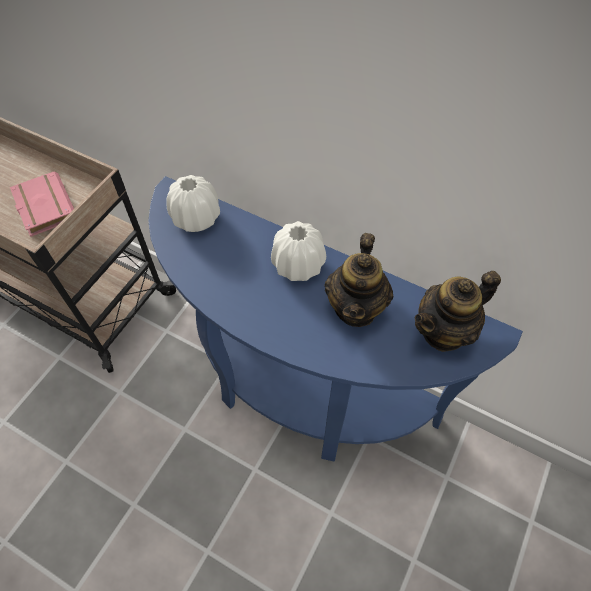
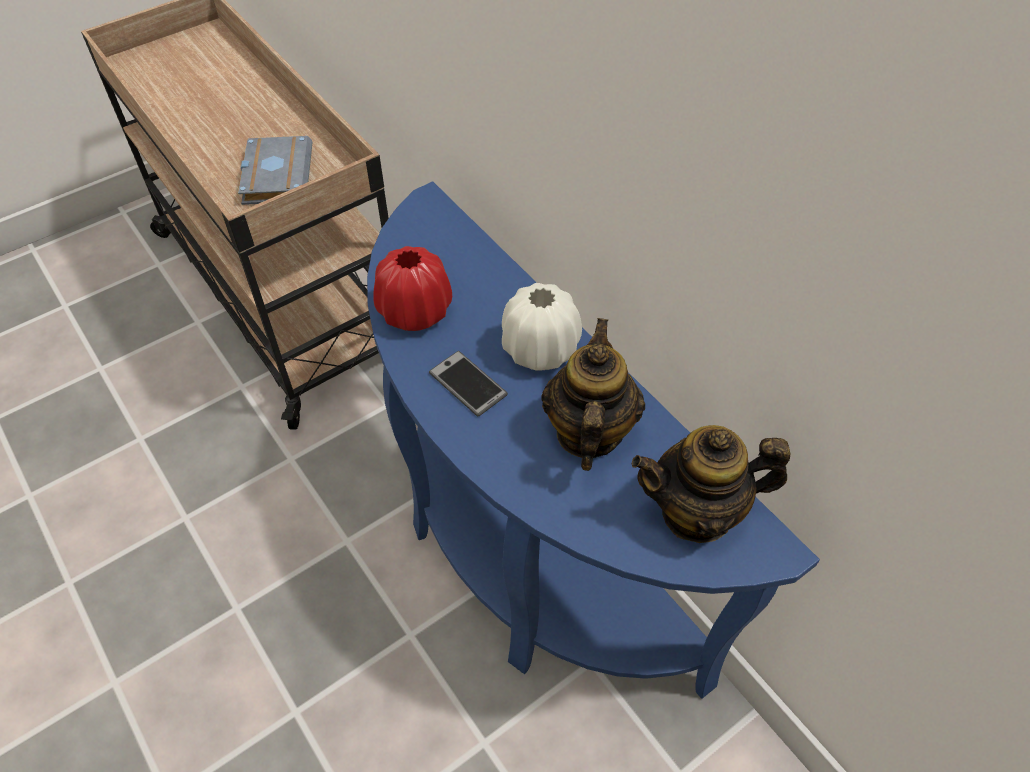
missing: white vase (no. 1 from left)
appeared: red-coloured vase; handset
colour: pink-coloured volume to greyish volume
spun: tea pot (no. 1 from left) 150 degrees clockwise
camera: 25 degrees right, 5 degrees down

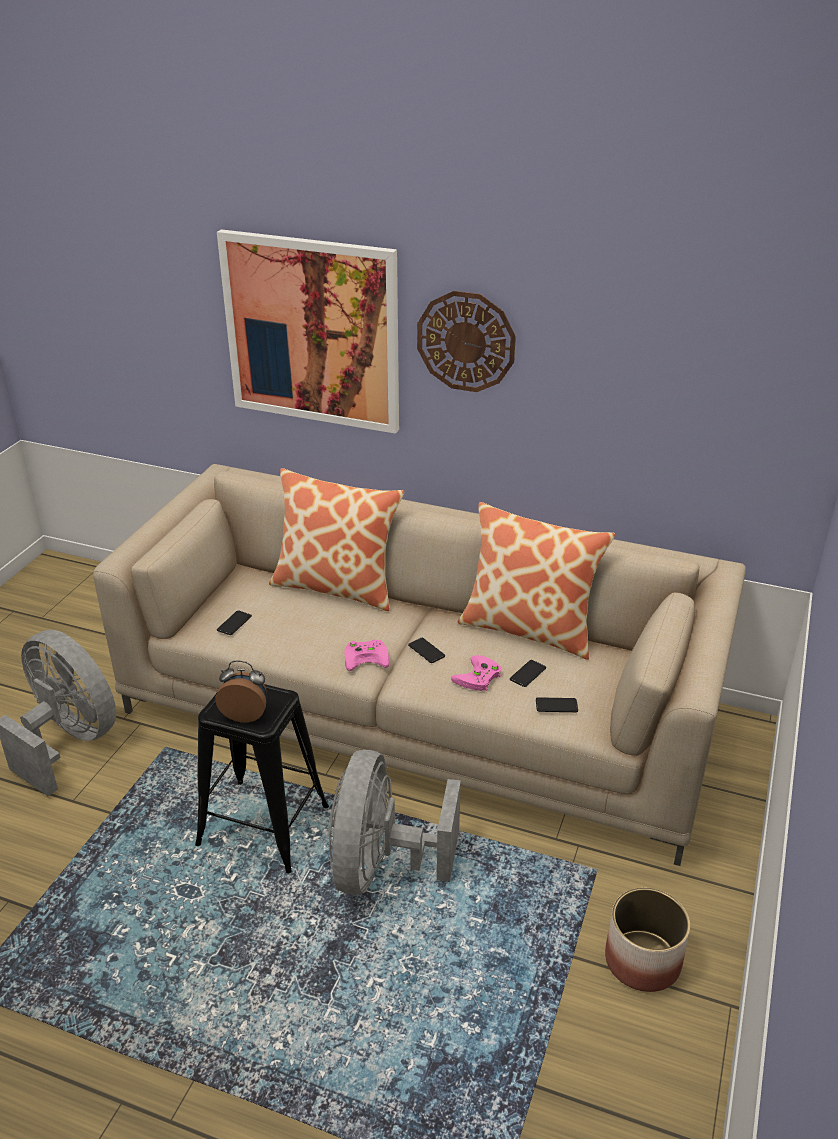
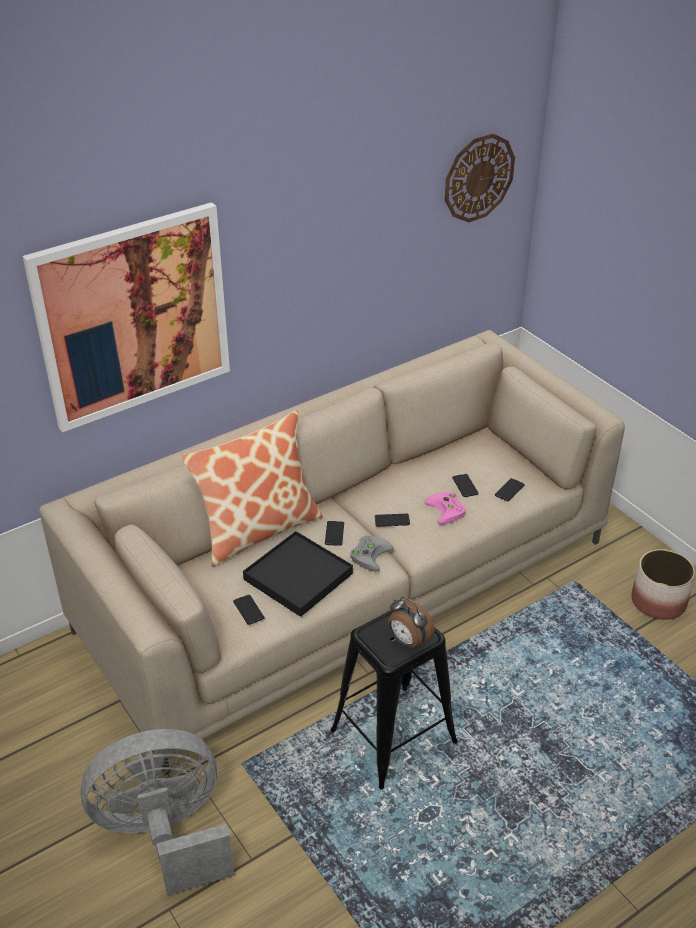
missing: throw pillow (no. 2 from left); greyish electric fan (no. 2 from left)
appeared: handset (no. 2 from left); black carrying tray
relocated: wall clock
colour: pink-coloured joypad (no. 1 from left) to greyish joypad
spun: table clock 90 degrees counterclockwise
camera: 55 degrees left, 5 degrees up

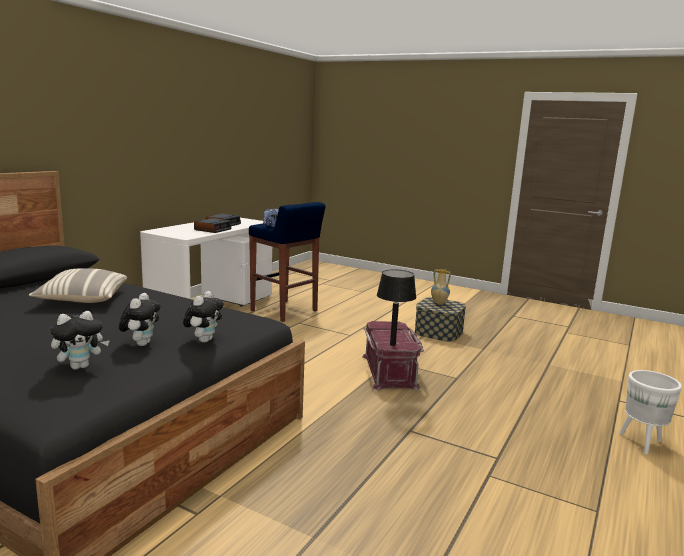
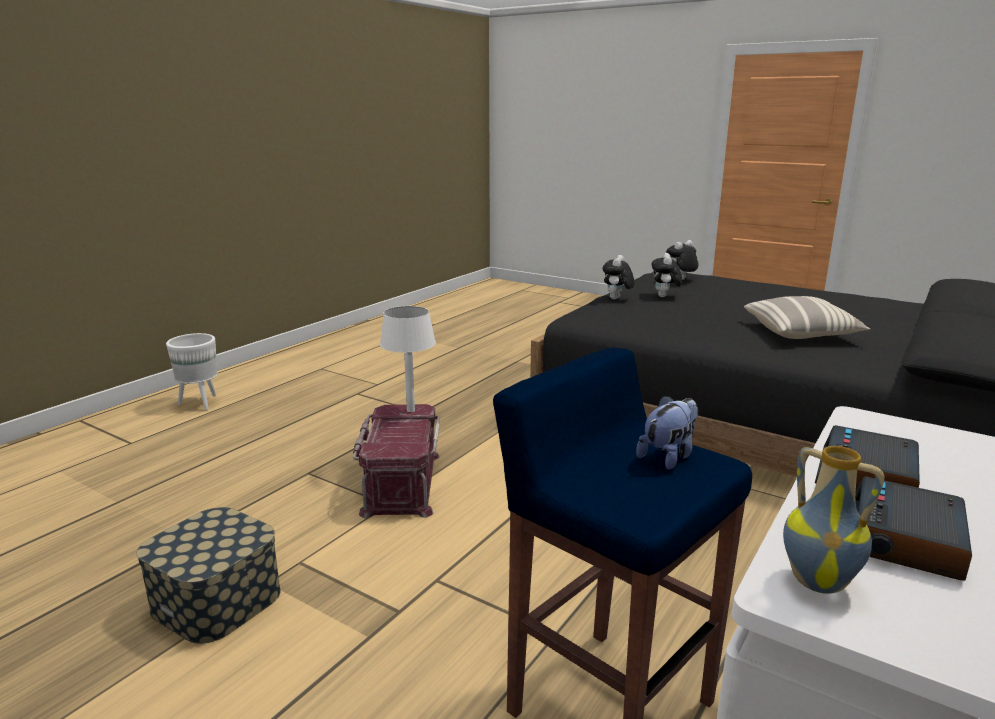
relocated: vase
colour: black tabletop lamp to white tabletop lamp
camera: 175 degrees left, 5 degrees up

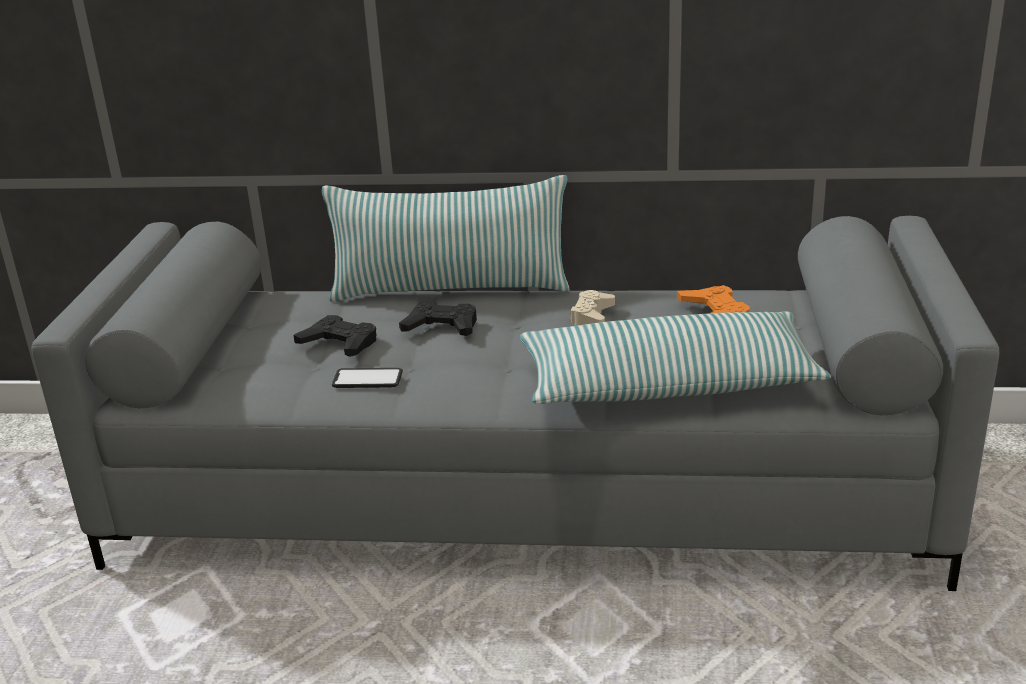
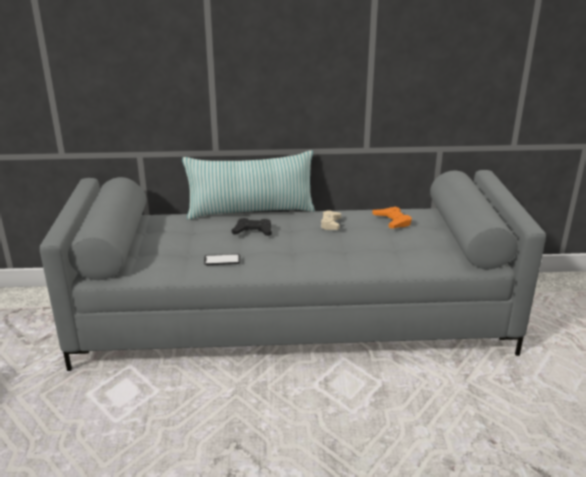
missing: throw pillow (no. 2 from left); black joypad (no. 1 from left)
camera: 10 degrees left, 0 degrees up

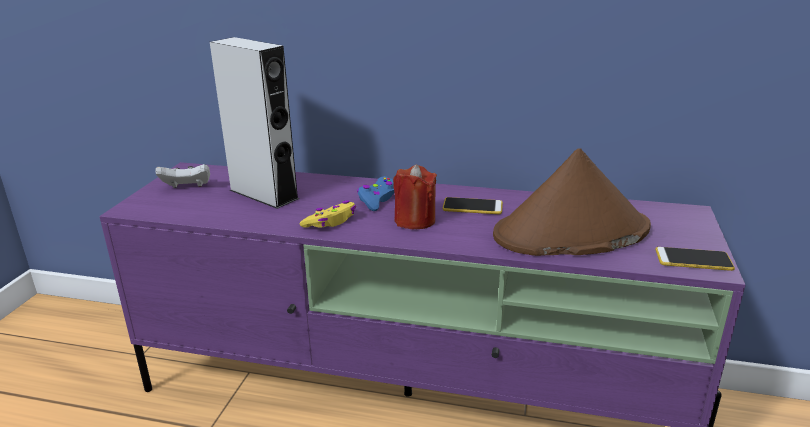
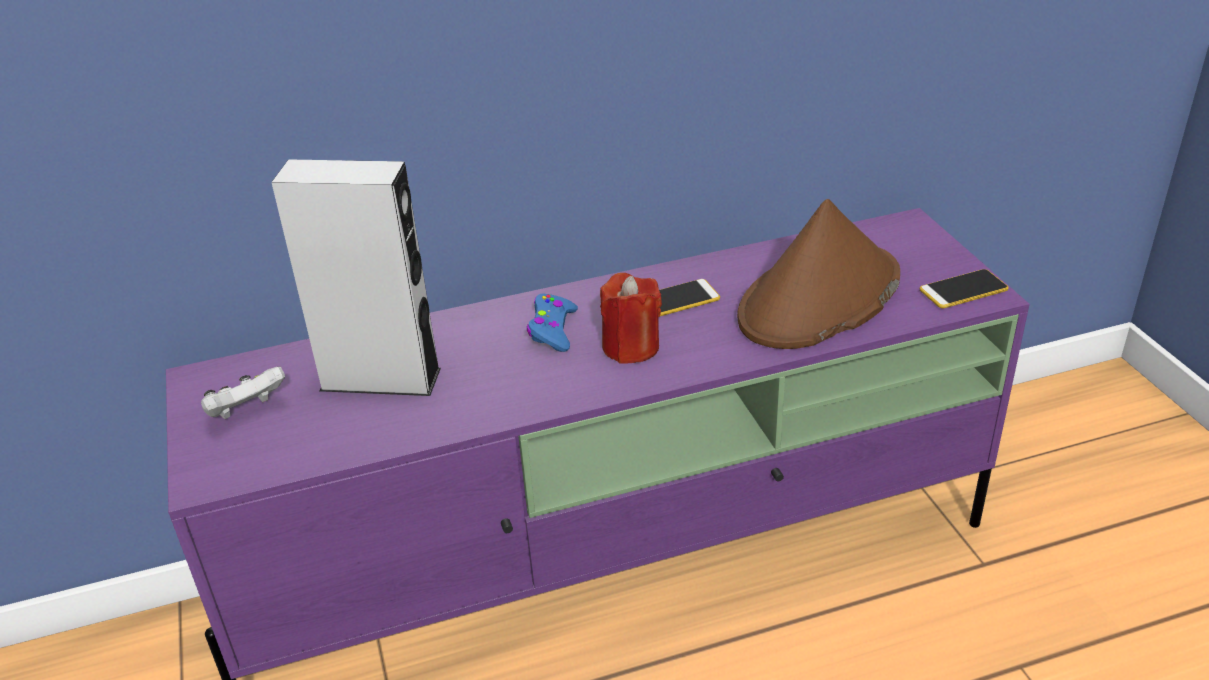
missing: yellowish joypad
camera: 30 degrees left, 10 degrees up

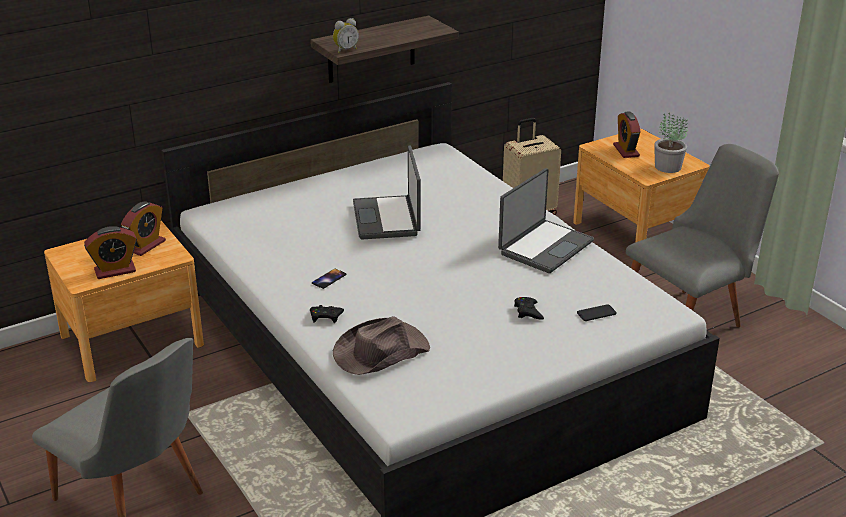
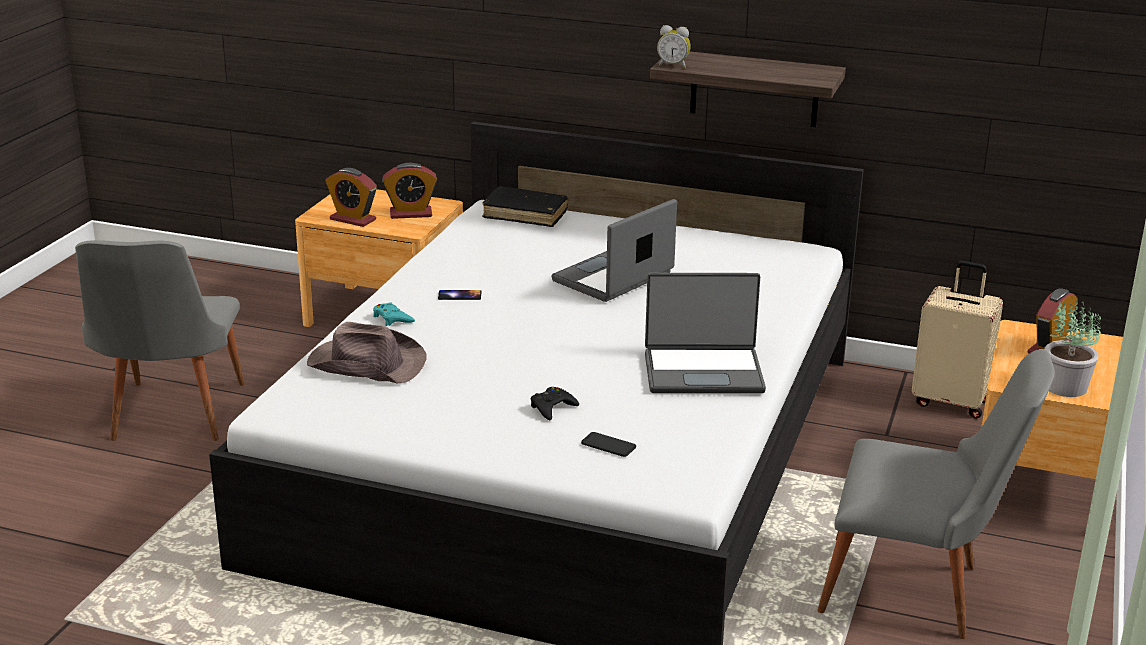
appeared: black volume
colour: black joypad (no. 1 from left) to turquoise joypad
camera: 50 degrees right, 5 degrees down

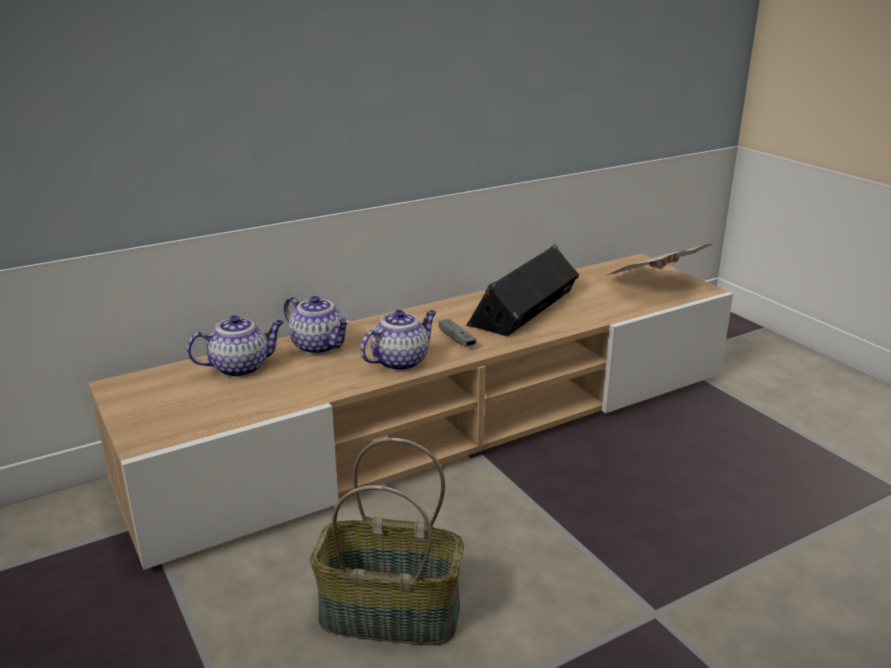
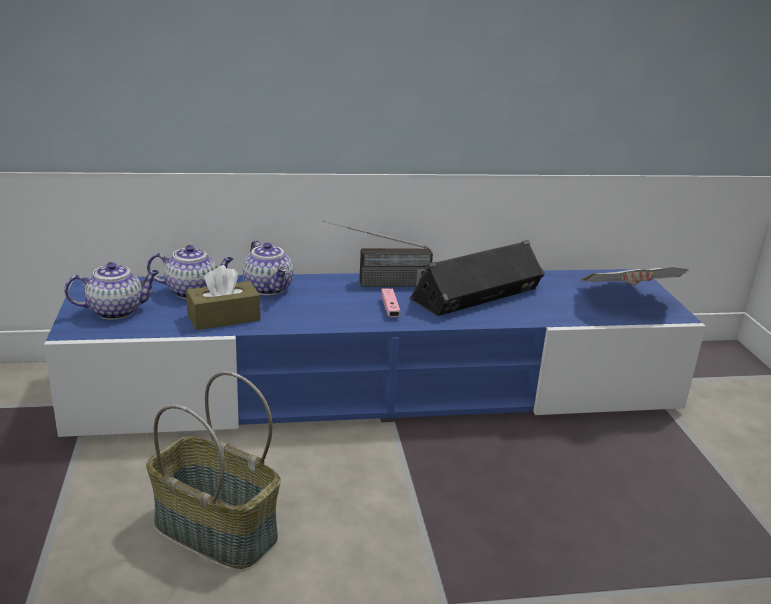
appeared: radio; brown-coloured box of tissues
relocated: tea pot (no. 3 from left in the first image) to tea pot (no. 1 from left)
colour: beige tv unit to blue tv unit; greyish joypad to pink-coloured joypad
camera: 20 degrees right, 0 degrees up

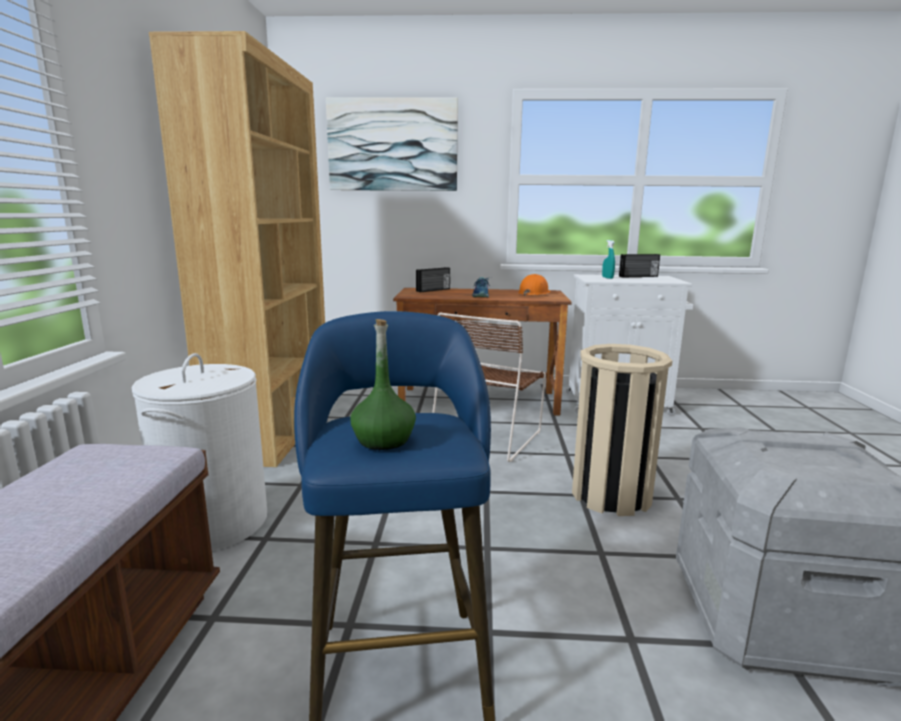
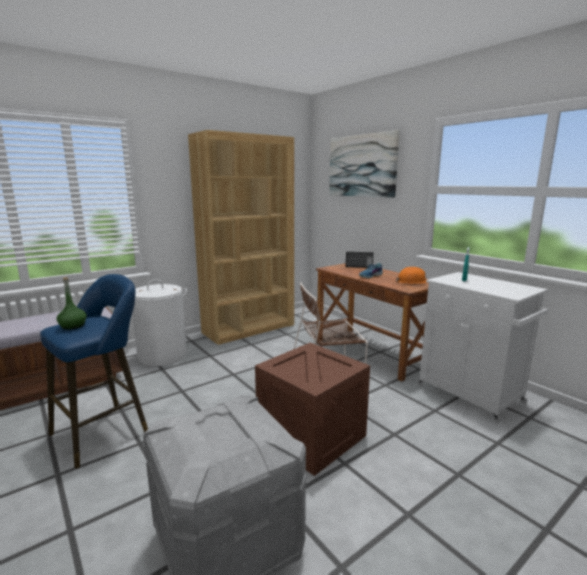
missing: radio (no. 2 from left)
exchanged: beige waste bin to packing crate
camera: 50 degrees right, 0 degrees up

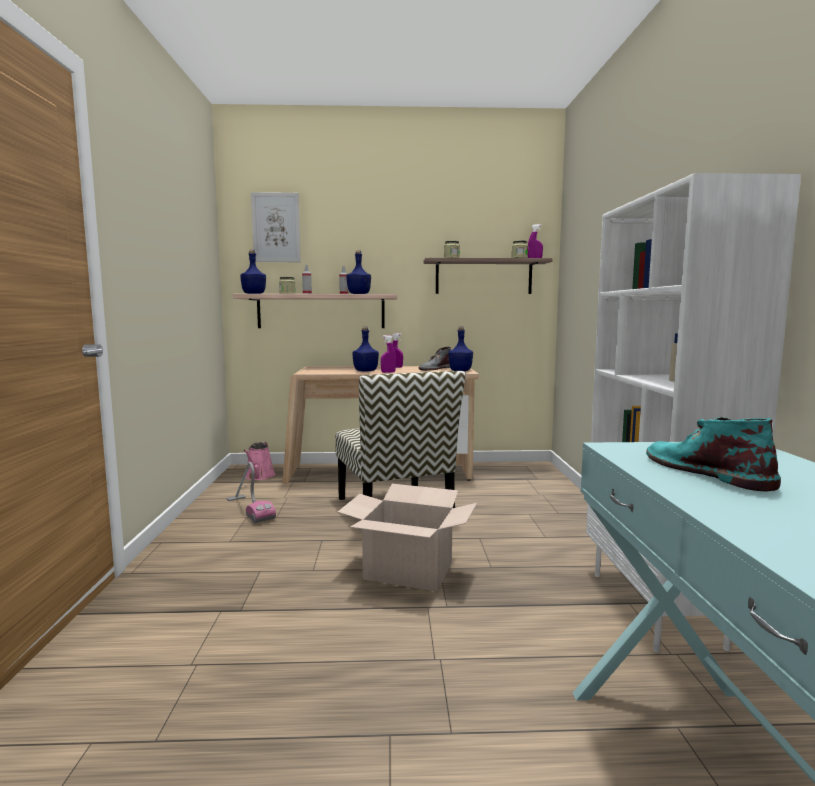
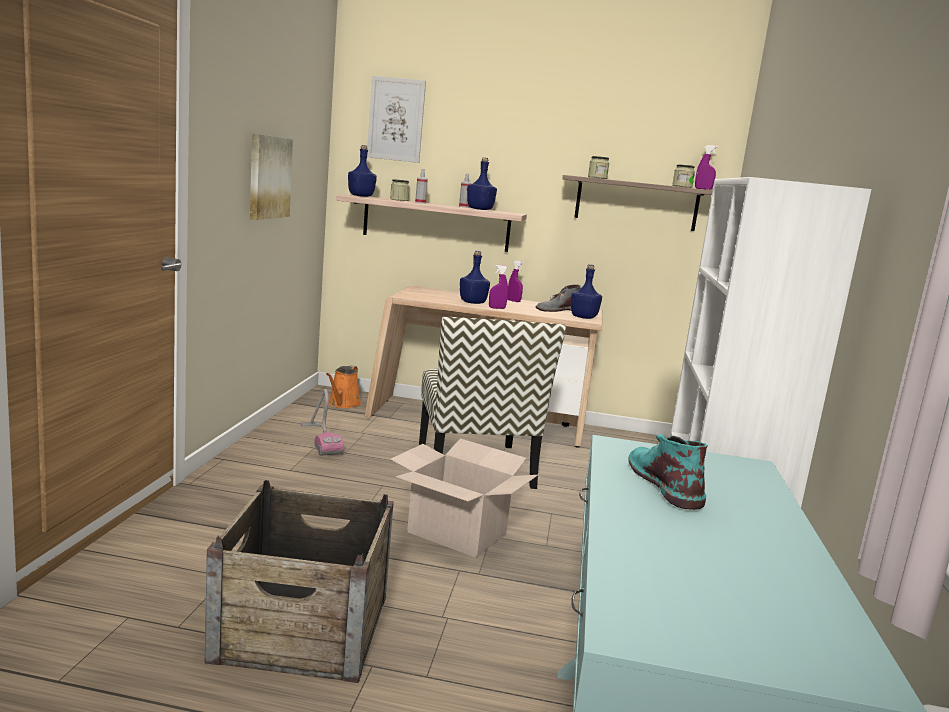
appeared: picture (no. 1 from left); packing crate
colour: pink-coloured watering can to orange watering can
camera: 10 degrees right, 5 degrees up

